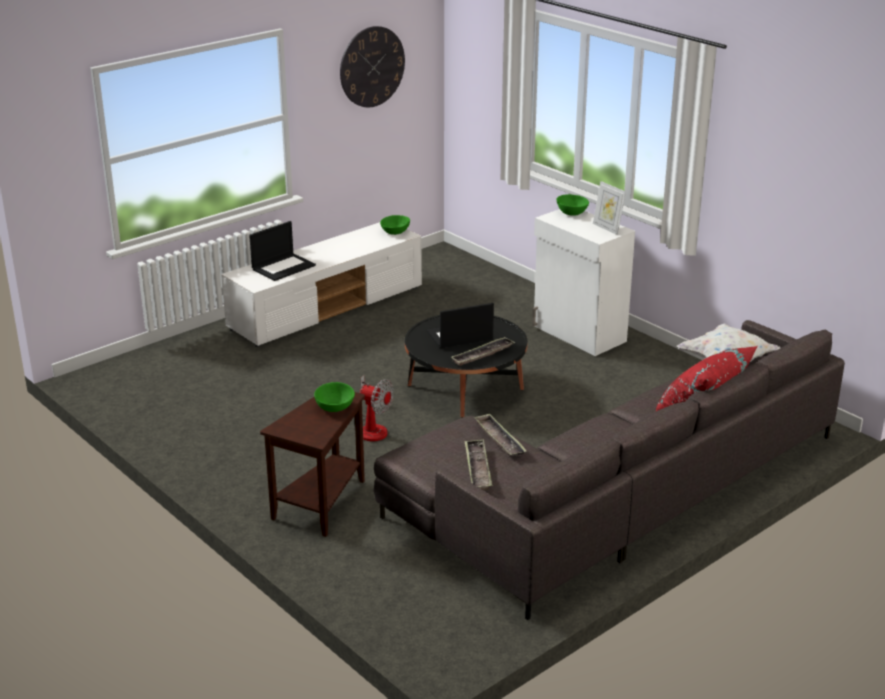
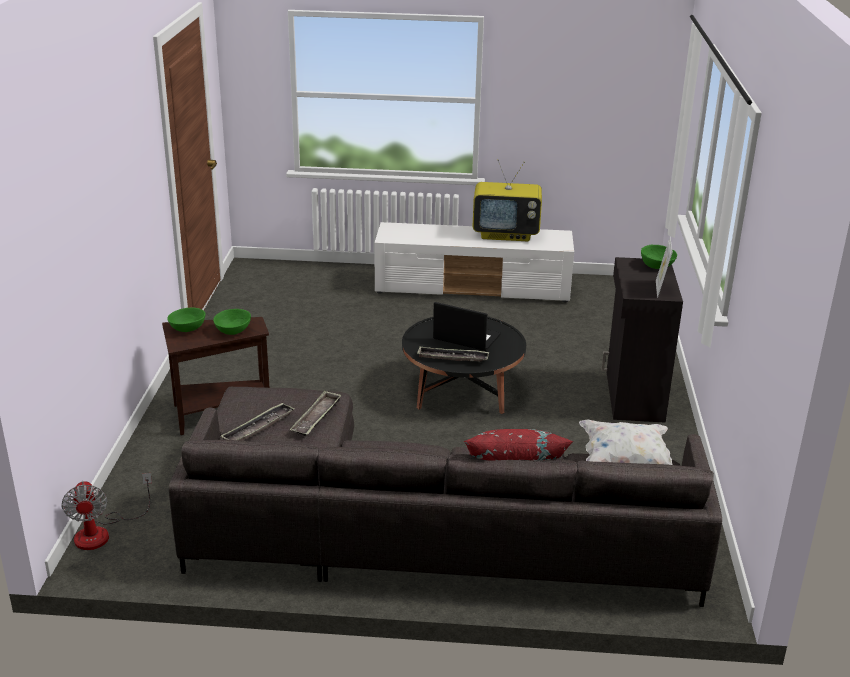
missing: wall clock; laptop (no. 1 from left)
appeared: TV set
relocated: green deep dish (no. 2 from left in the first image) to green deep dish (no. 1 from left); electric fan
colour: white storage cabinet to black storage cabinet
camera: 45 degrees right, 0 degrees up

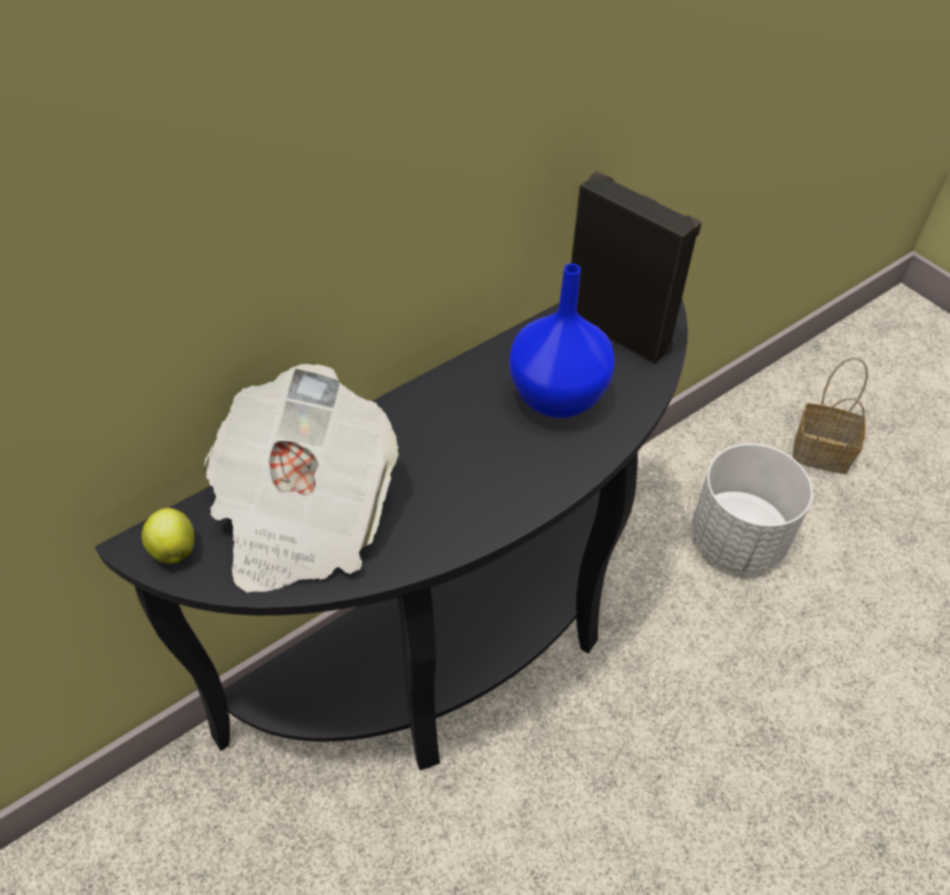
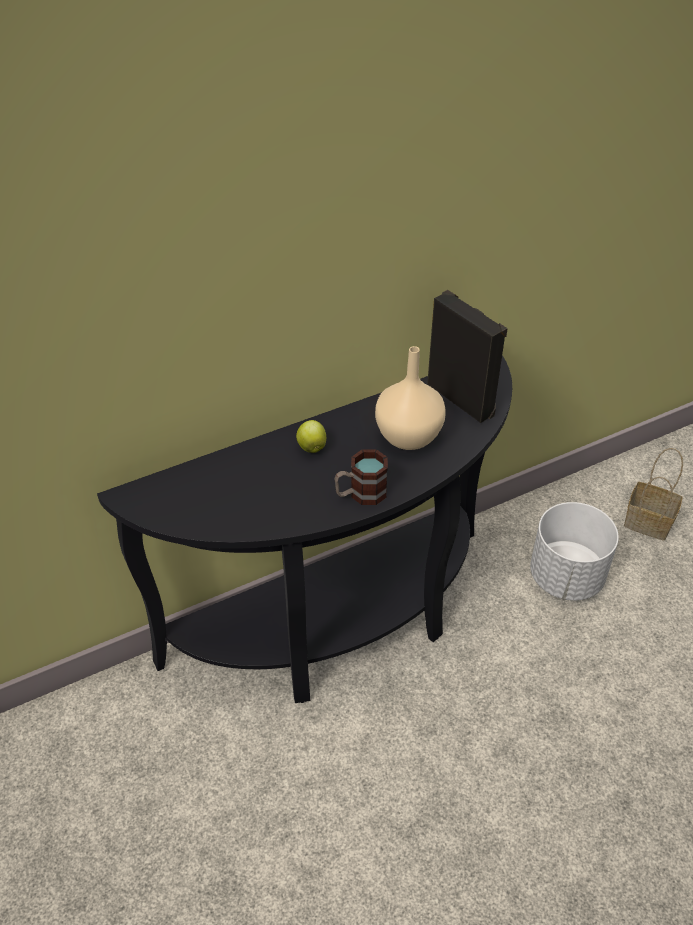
missing: daily paper
appeared: coffee mug
relocated: whole apple
colour: blue vase to beige vase
camera: 10 degrees right, 5 degrees down

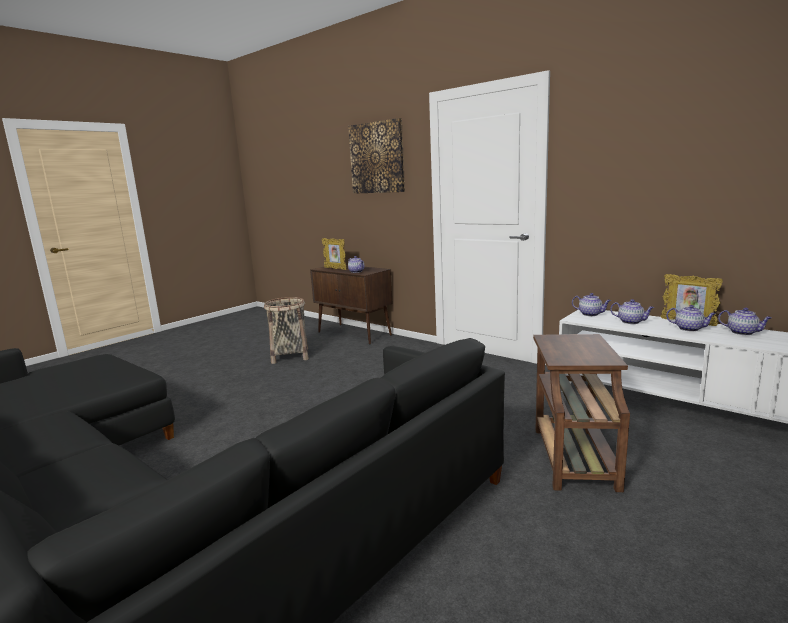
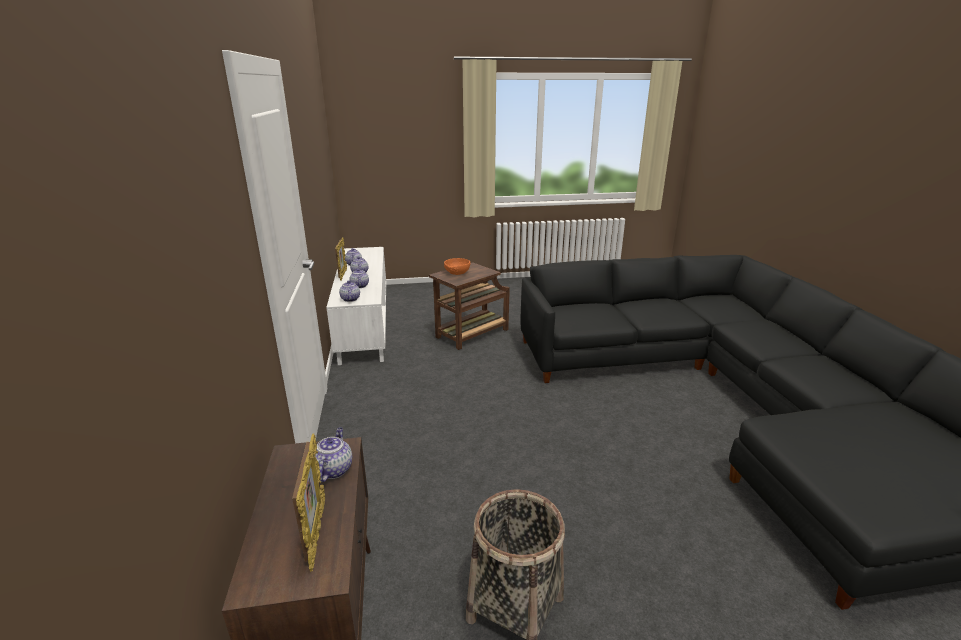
missing: picture
appeared: orange deep dish
camera: 140 degrees left, 10 degrees up

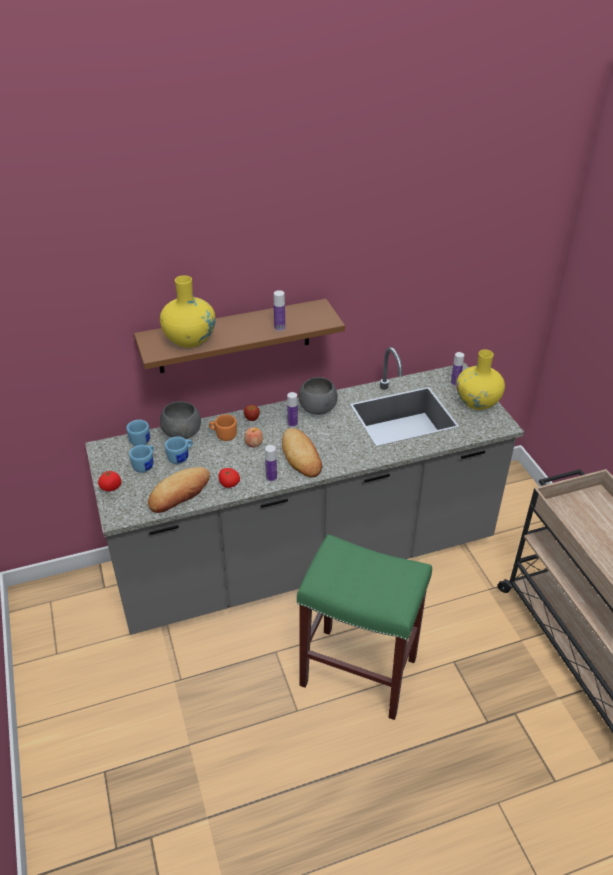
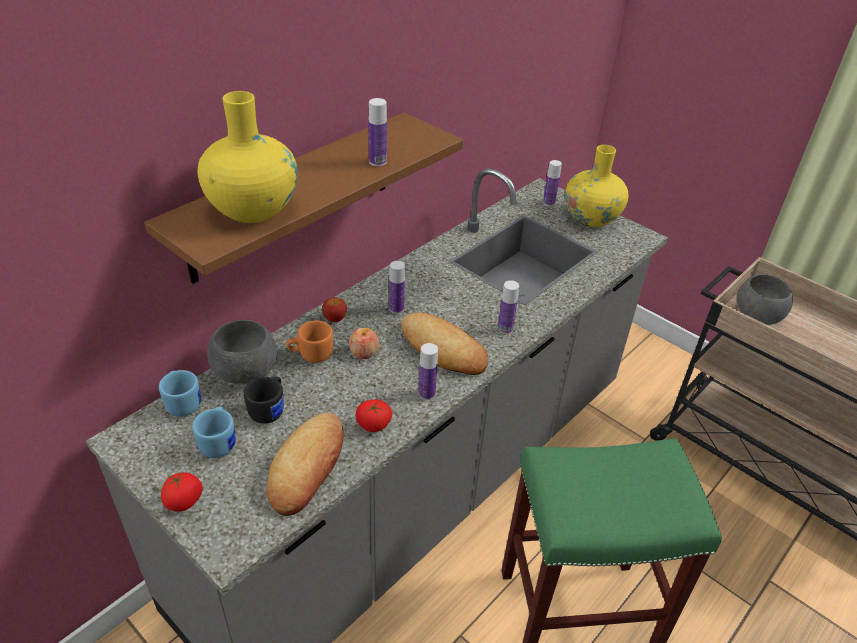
appeared: drink bottle (no. 4 from left)
relocated: greyish deep dish (no. 2 from left)
colour: blue coffee mug (no. 3 from left) to black coffee mug
camera: 30 degrees left, 0 degrees up

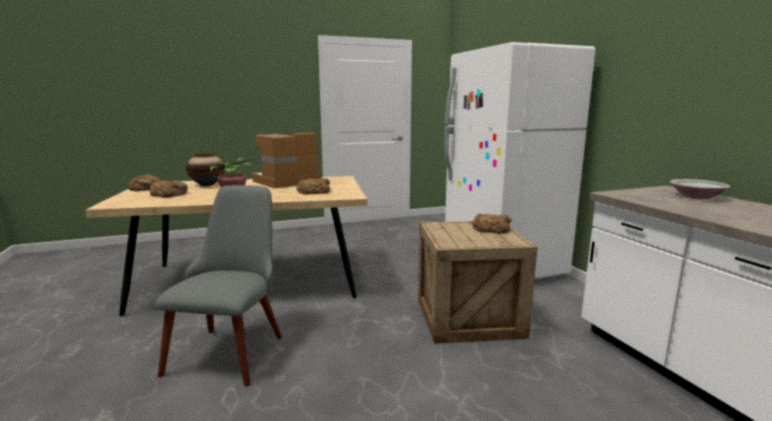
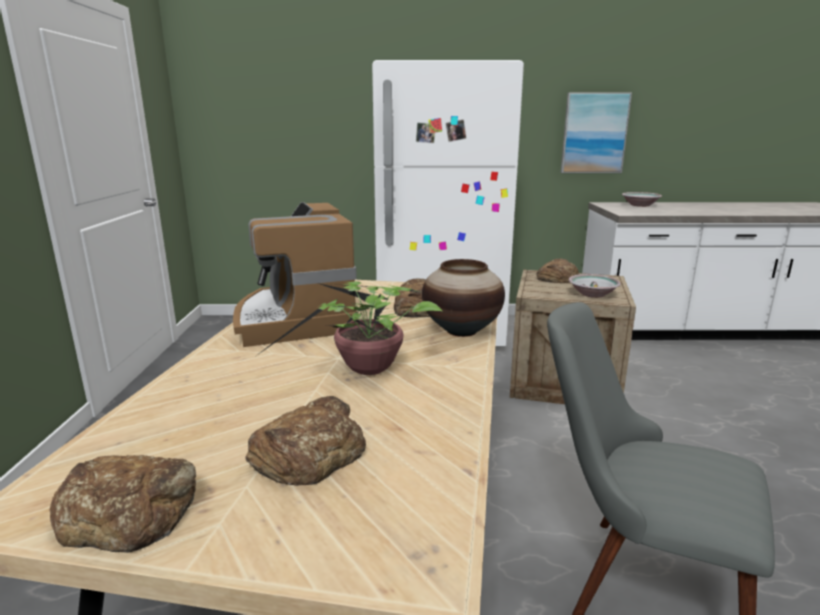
appeared: picture; deep dish (no. 1 from left)
relocated: vase
camera: 70 degrees left, 5 degrees up

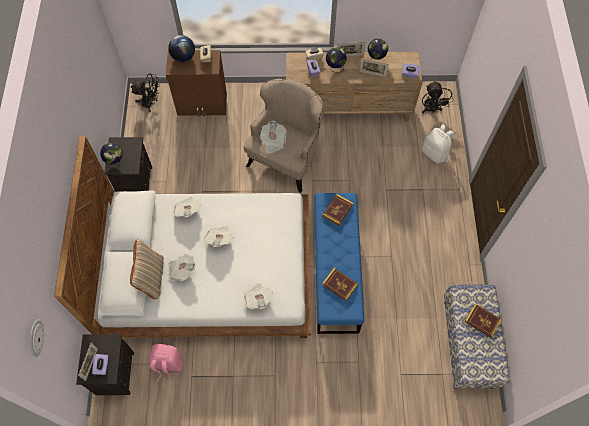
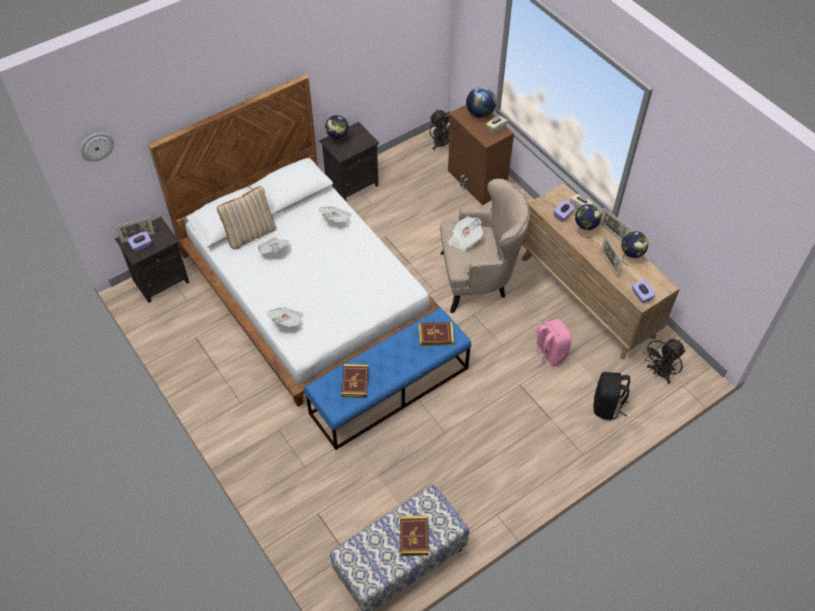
missing: daily paper (no. 3 from left)
relocated: pink-coloured knapsack
colour: white knapsack to black knapsack
camera: 55 degrees right, 10 degrees down

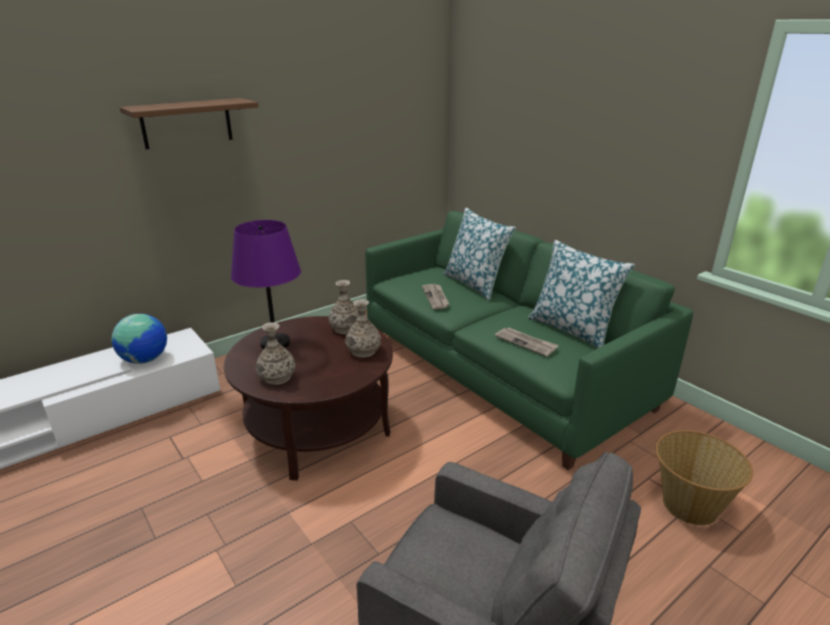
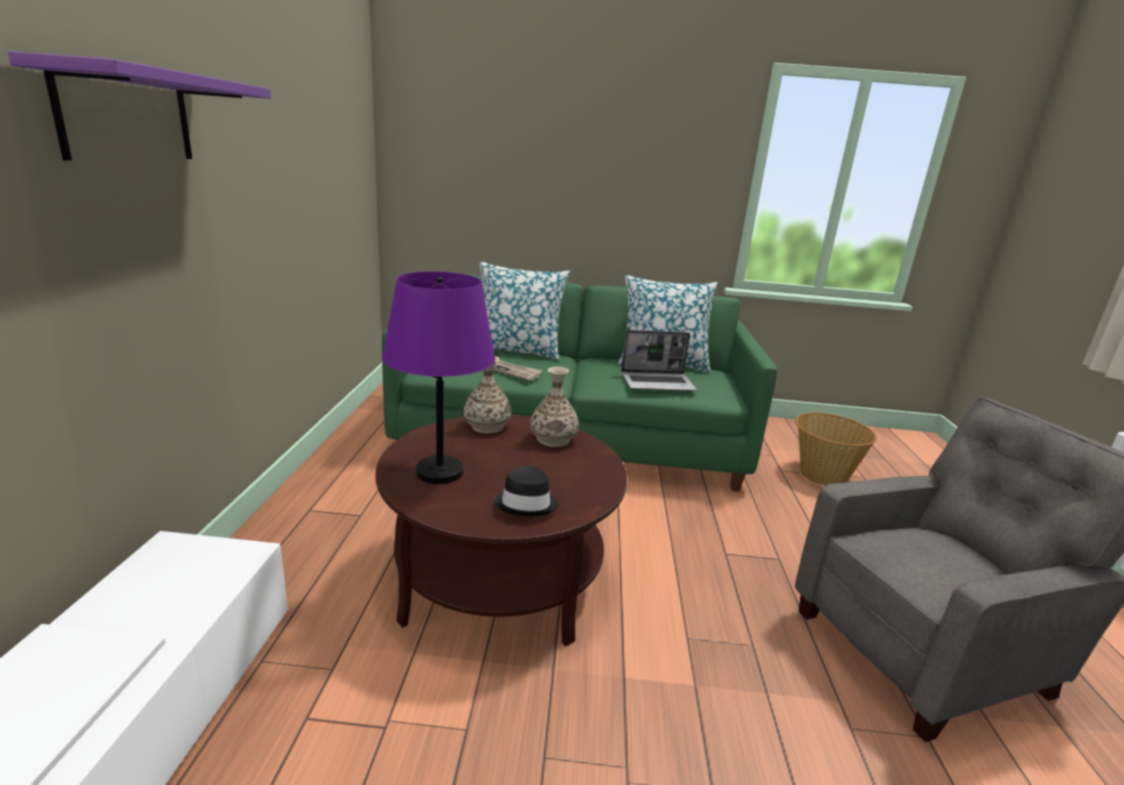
missing: desk globe
exchanged: vase (no. 1 from left) to black hat; daily paper (no. 2 from left) to laptop
colour: brown-coloured wall shelf to purple wall shelf
camera: 50 degrees left, 5 degrees down

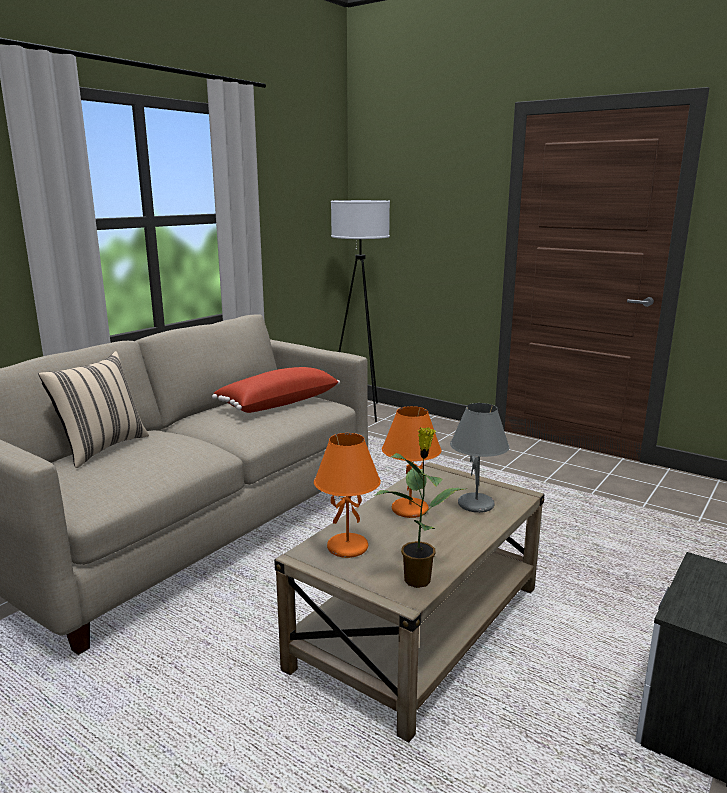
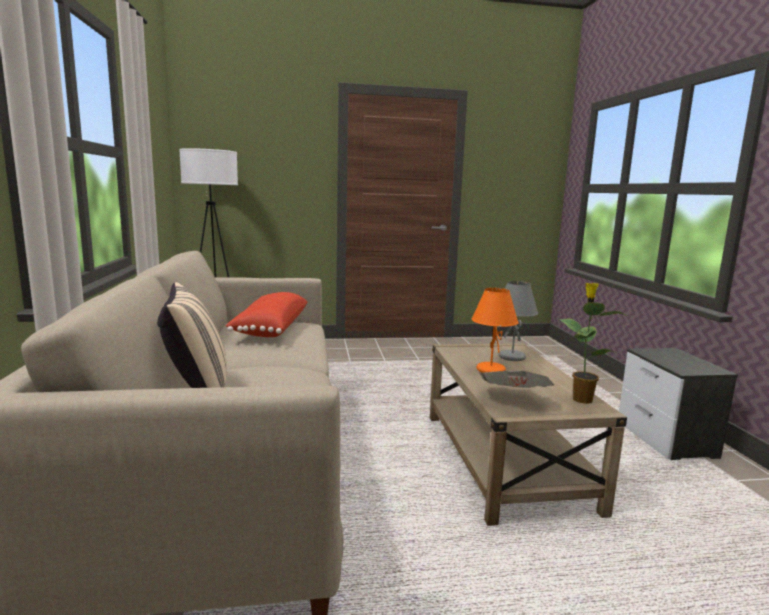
exchanged: orange tabletop lamp (no. 1 from left) to daily paper
camera: 45 degrees left, 5 degrees down

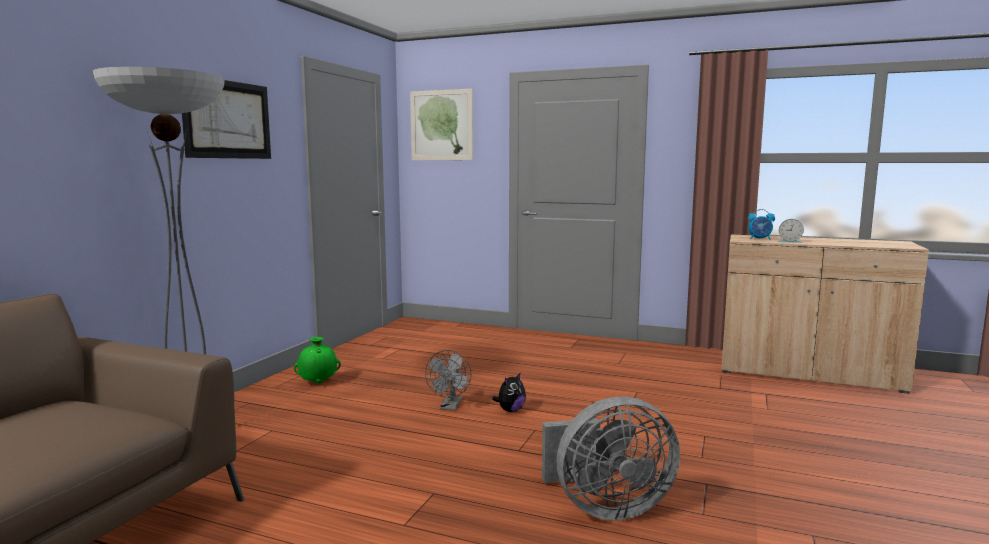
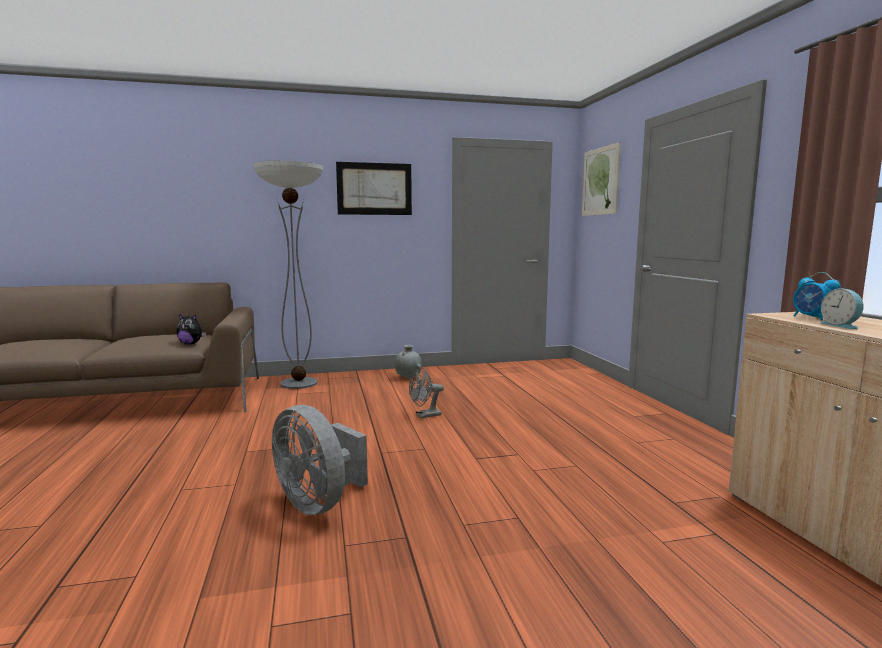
relocated: soft toy
colour: green vase to greyish vase
camera: 55 degrees right, 0 degrees up

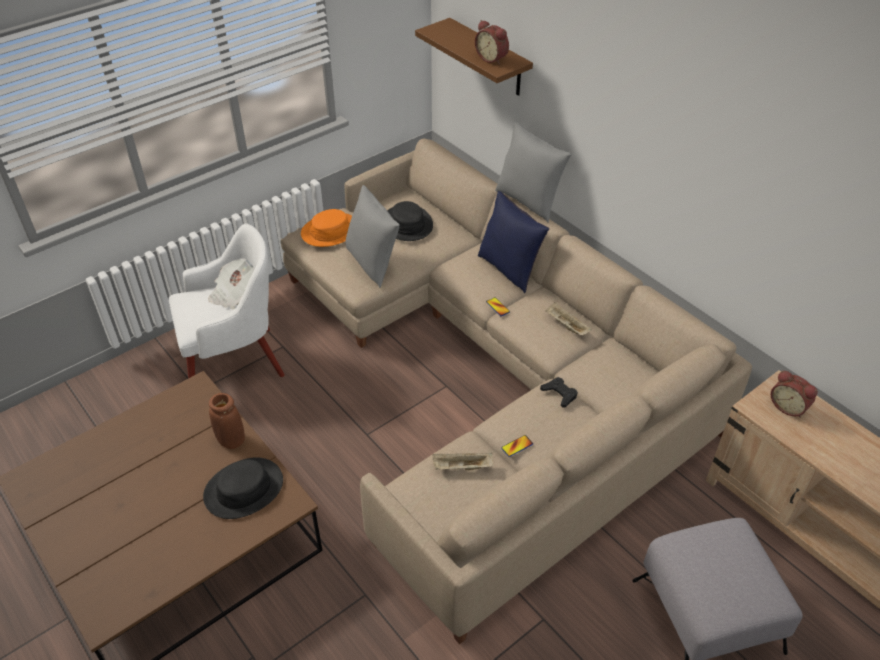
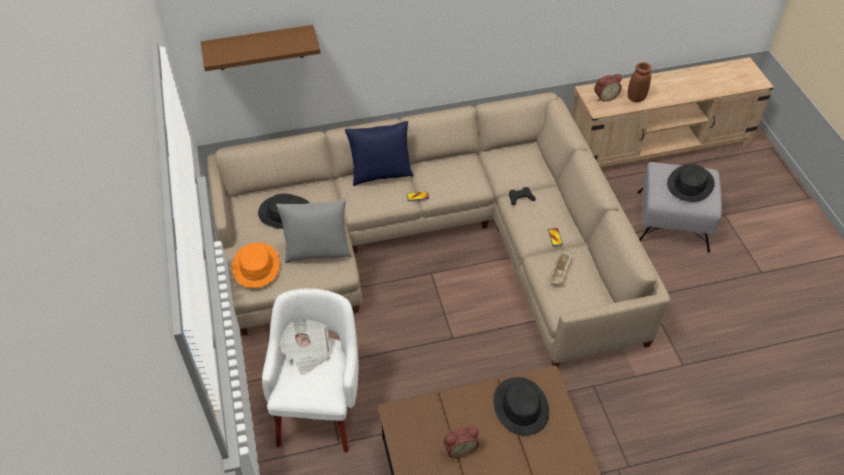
missing: greyish throw pillow (no. 2 from left); beige carrying tray (no. 2 from left)
appeared: black hat (no. 3 from left)
relocated: table clock (no. 1 from left); brown-coloured vase
camera: 65 degrees left, 5 degrees up

